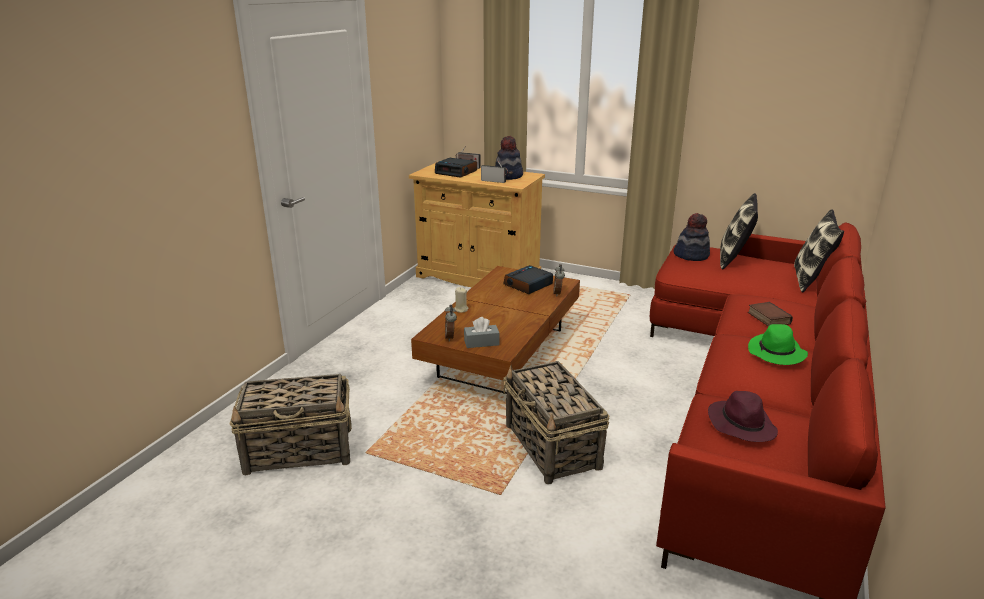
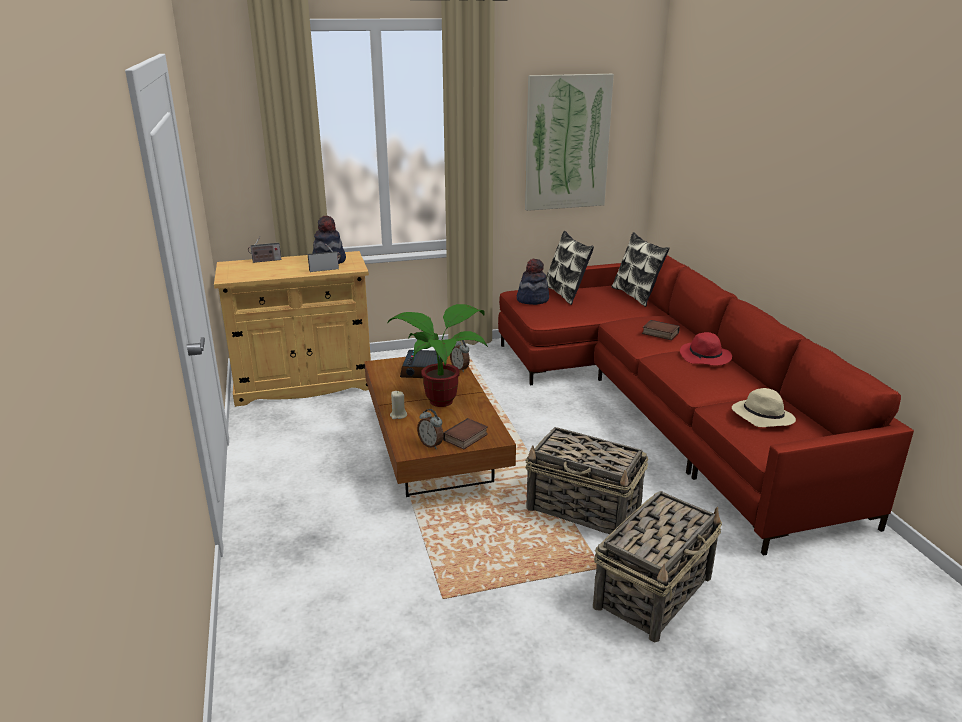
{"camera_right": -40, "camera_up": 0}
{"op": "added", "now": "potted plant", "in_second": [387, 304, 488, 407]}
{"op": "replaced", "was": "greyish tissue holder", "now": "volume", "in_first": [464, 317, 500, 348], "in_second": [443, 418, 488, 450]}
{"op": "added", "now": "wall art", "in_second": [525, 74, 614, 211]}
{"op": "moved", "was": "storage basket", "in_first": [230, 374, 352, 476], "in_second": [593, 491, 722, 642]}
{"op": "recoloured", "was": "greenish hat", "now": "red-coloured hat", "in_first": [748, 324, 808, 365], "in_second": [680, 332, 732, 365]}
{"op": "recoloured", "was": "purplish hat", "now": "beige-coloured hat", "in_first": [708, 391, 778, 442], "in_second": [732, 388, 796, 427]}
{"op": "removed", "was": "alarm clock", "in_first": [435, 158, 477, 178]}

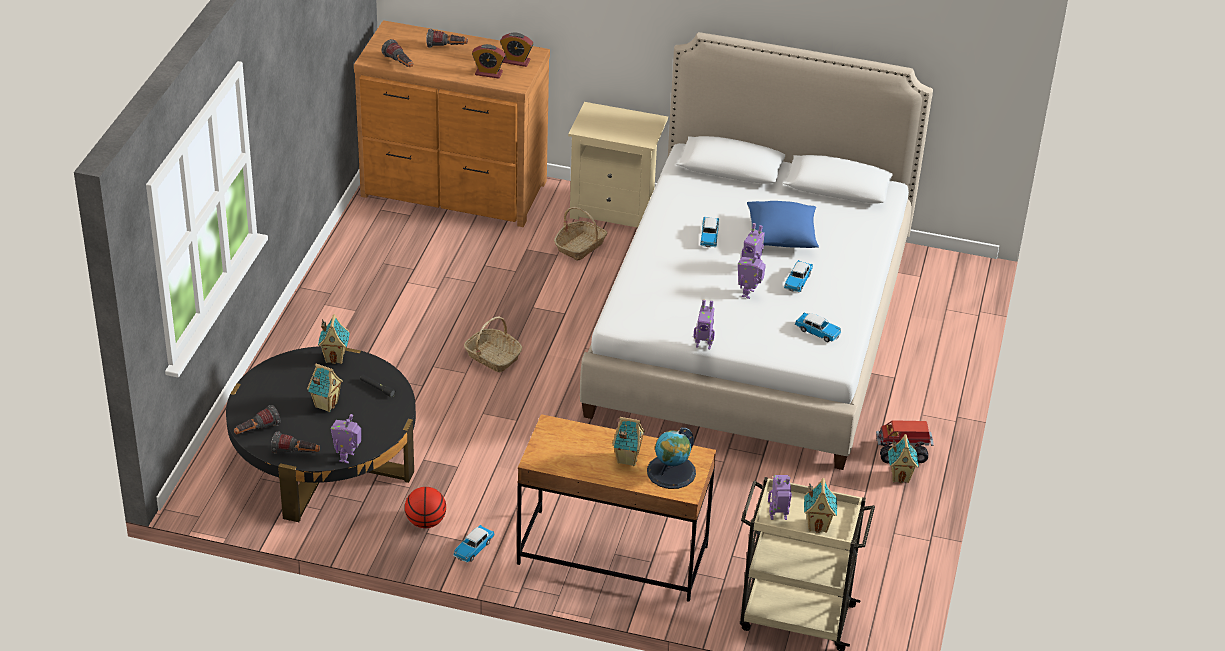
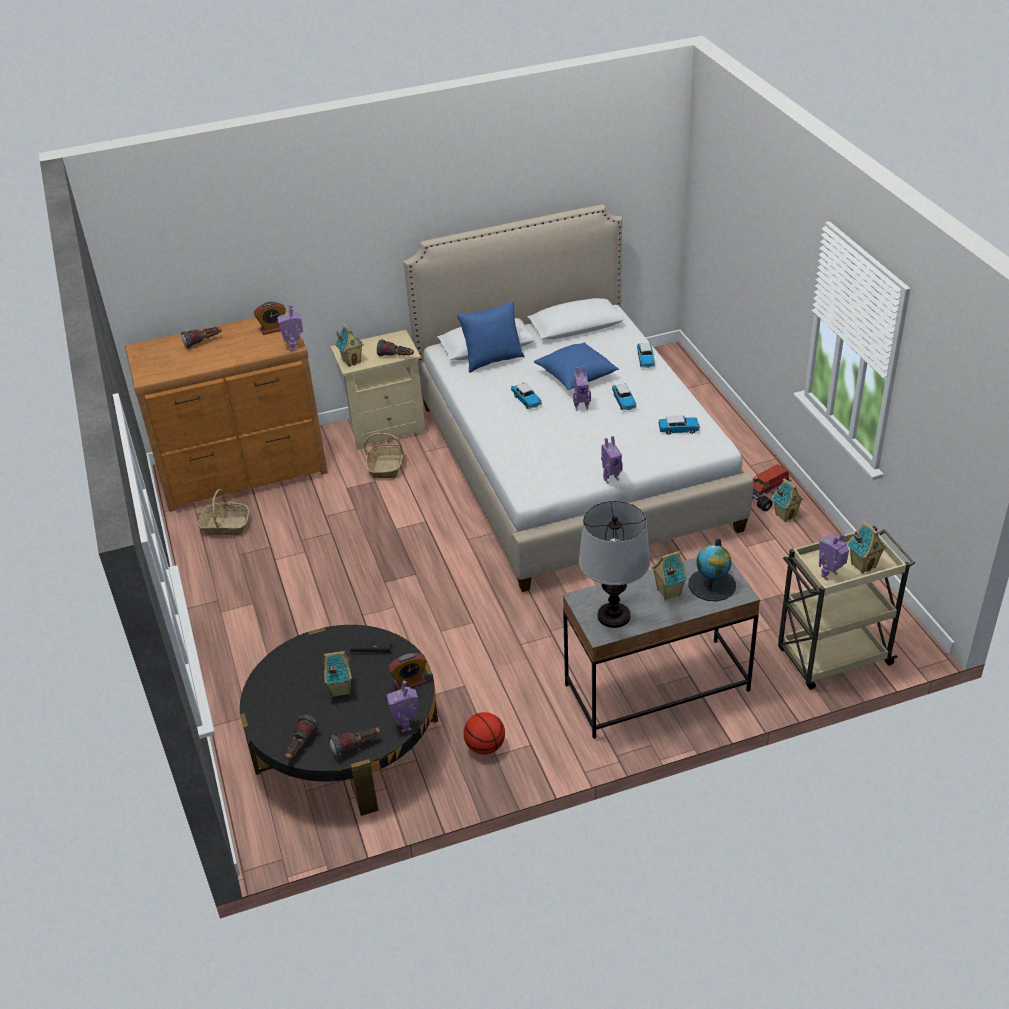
{"camera_right": -30, "camera_up": 0}
{"op": "moved", "was": "storage basket", "in_first": [464, 316, 523, 372], "in_second": [198, 489, 249, 535]}
{"op": "moved", "was": "robot figure", "in_first": [738, 251, 766, 299], "in_second": [277, 305, 303, 351]}
{"op": "moved", "was": "model house", "in_first": [318, 314, 350, 364], "in_second": [335, 324, 364, 367]}
{"op": "moved", "was": "torch", "in_first": [382, 39, 413, 67], "in_second": [377, 339, 414, 357]}
{"op": "moved", "was": "alarm clock", "in_first": [472, 44, 506, 79], "in_second": [388, 653, 427, 690]}
{"op": "added", "now": "bluish pillow", "in_second": [457, 301, 524, 373]}
{"op": "recoloured", "was": "brown-coloured desk", "now": "greyish desk", "in_first": [517, 414, 716, 602], "in_second": [563, 557, 760, 739]}
{"op": "added", "now": "lamp for a table", "in_second": [579, 501, 650, 628]}
{"op": "moved", "was": "model car", "in_first": [453, 525, 494, 563], "in_second": [637, 343, 655, 368]}

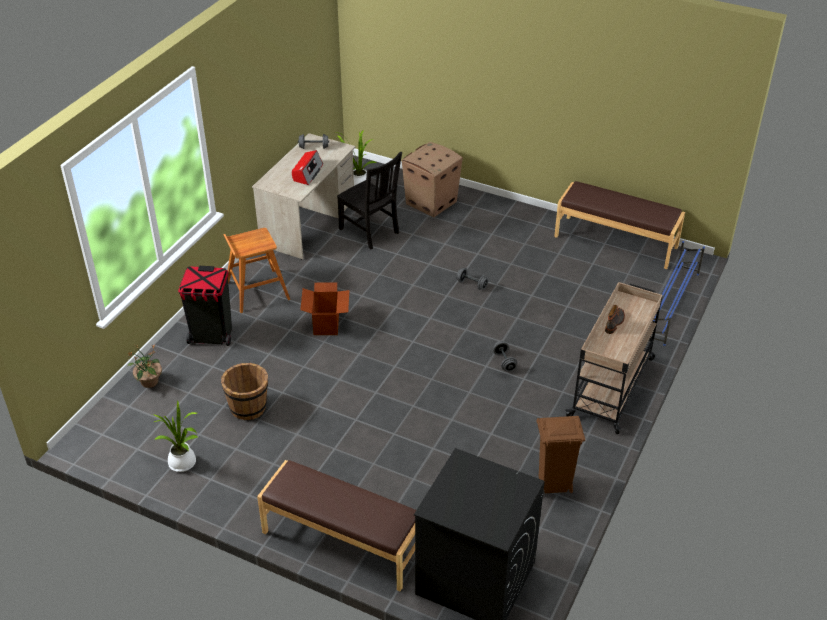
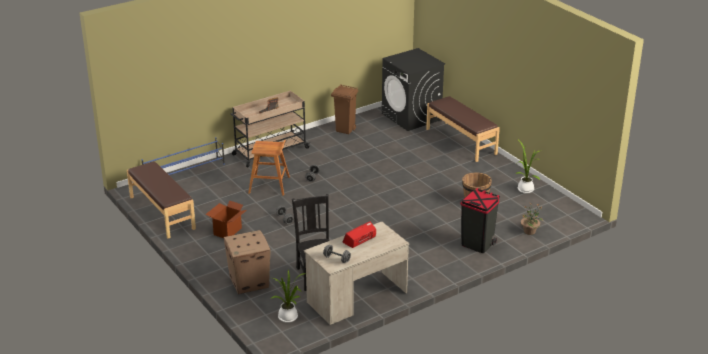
{"camera_right": -150, "camera_up": -10}
{"op": "moved", "was": "cardboard box", "in_first": [300, 282, 349, 335], "in_second": [205, 201, 247, 238]}
{"op": "moved", "was": "brown-coloured stool", "in_first": [223, 228, 290, 313], "in_second": [248, 140, 290, 196]}

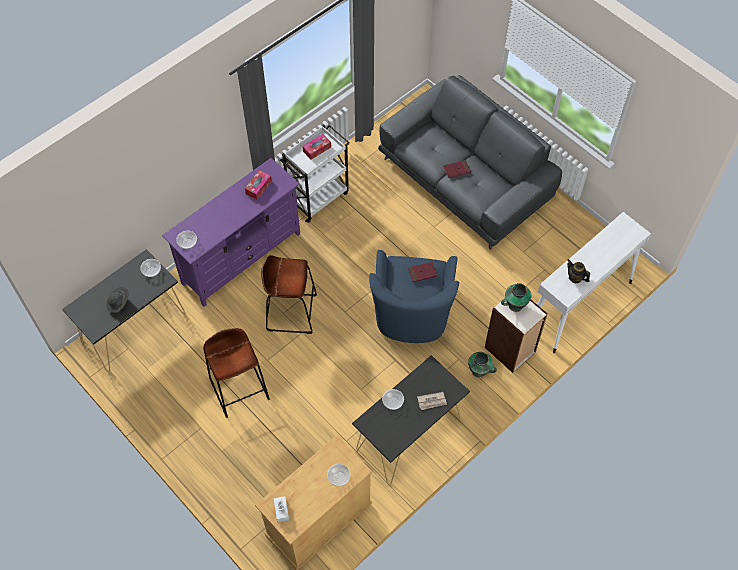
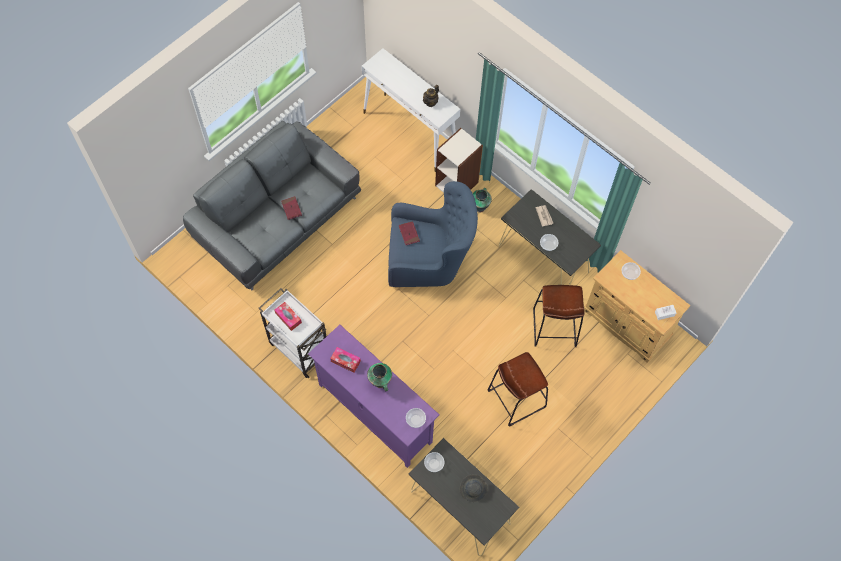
{"camera_right": -95, "camera_up": 5}
{"op": "moved", "was": "decorative vase", "in_first": [501, 283, 531, 312], "in_second": [367, 363, 392, 391]}
{"op": "moved", "was": "brown-coloured stool", "in_first": [261, 255, 317, 334], "in_second": [533, 285, 585, 347]}

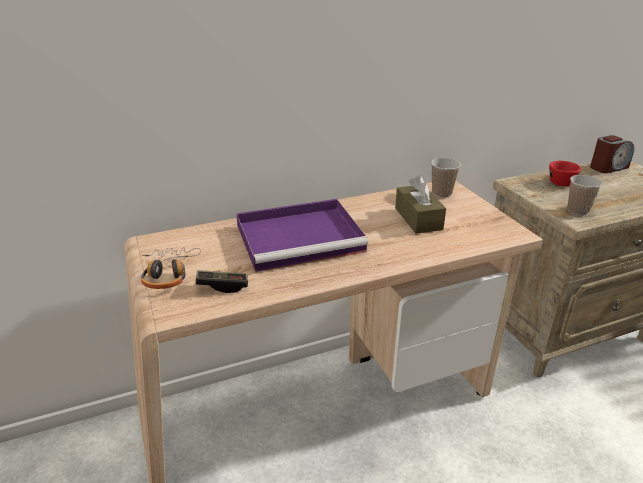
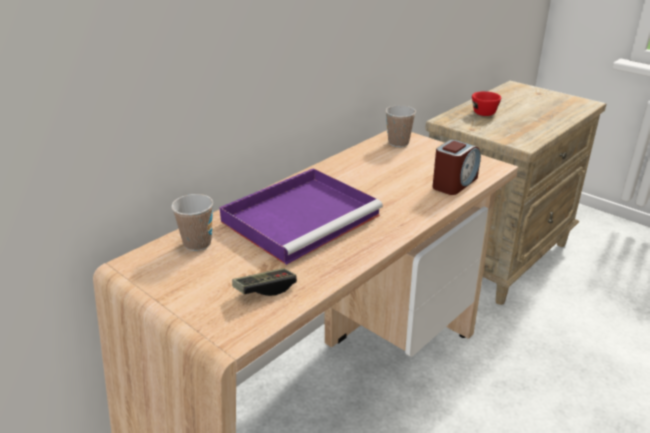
{"camera_right": -25, "camera_up": 0}
{"op": "moved", "was": "small cup", "in_first": [568, 175, 602, 216], "in_second": [171, 194, 213, 251]}
{"op": "moved", "was": "alarm clock", "in_first": [590, 135, 634, 173], "in_second": [433, 139, 481, 195]}
{"op": "removed", "was": "headphones", "in_first": [141, 247, 201, 289]}
{"op": "removed", "was": "brown-coloured tissue holder", "in_first": [395, 175, 446, 234]}

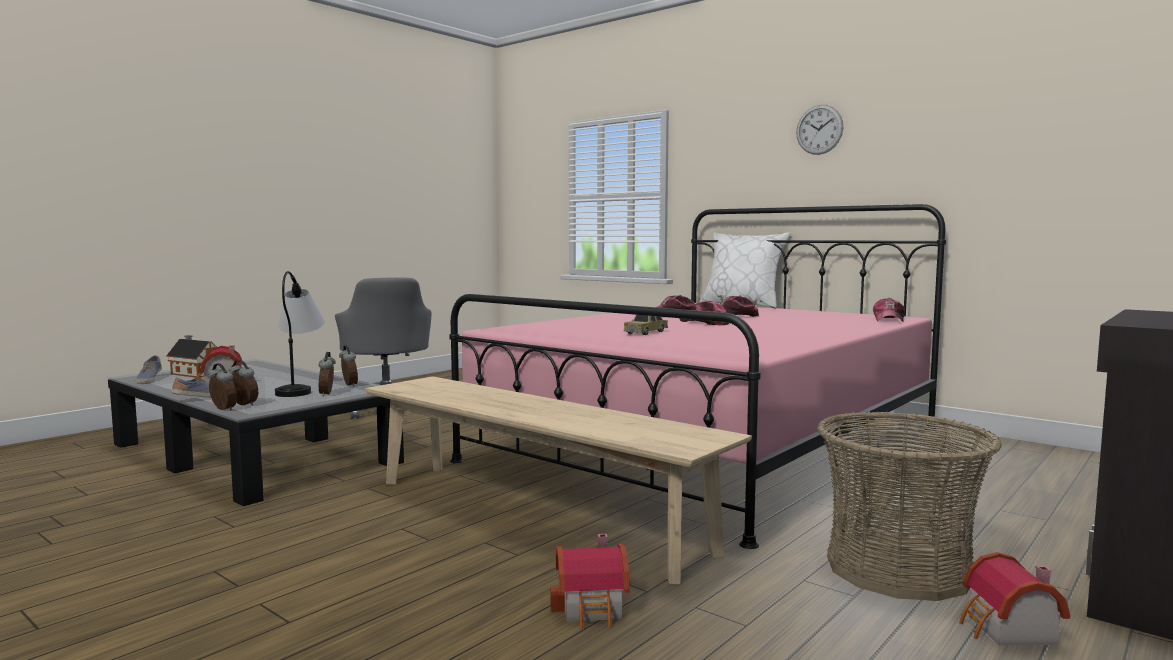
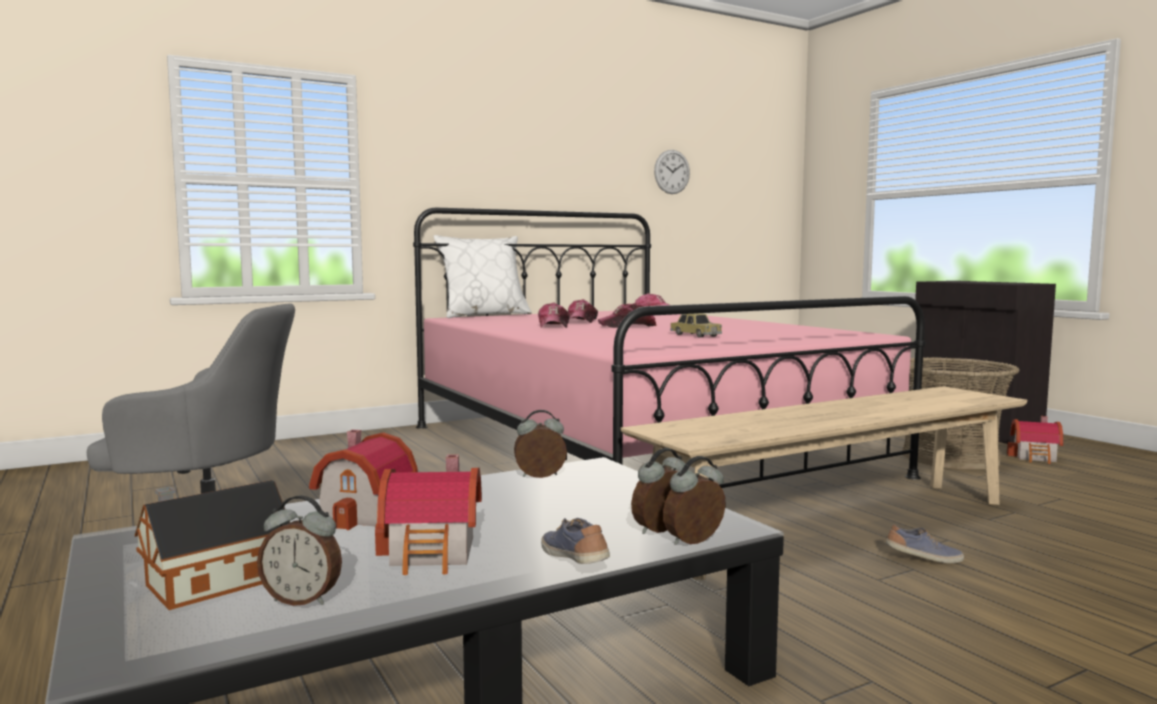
{"camera_right": -70, "camera_up": 0}
{"op": "moved", "was": "alarm clock", "in_first": [319, 352, 336, 396], "in_second": [257, 495, 342, 606]}
{"op": "moved", "was": "model house", "in_first": [550, 534, 630, 630], "in_second": [309, 429, 418, 530]}
{"op": "moved", "was": "hanging clock", "in_first": [796, 105, 843, 155], "in_second": [654, 150, 690, 194]}
{"op": "moved", "was": "low shoe", "in_first": [135, 355, 162, 384], "in_second": [886, 524, 964, 563]}
{"op": "removed", "was": "lamp for a table", "in_first": [275, 271, 325, 397]}

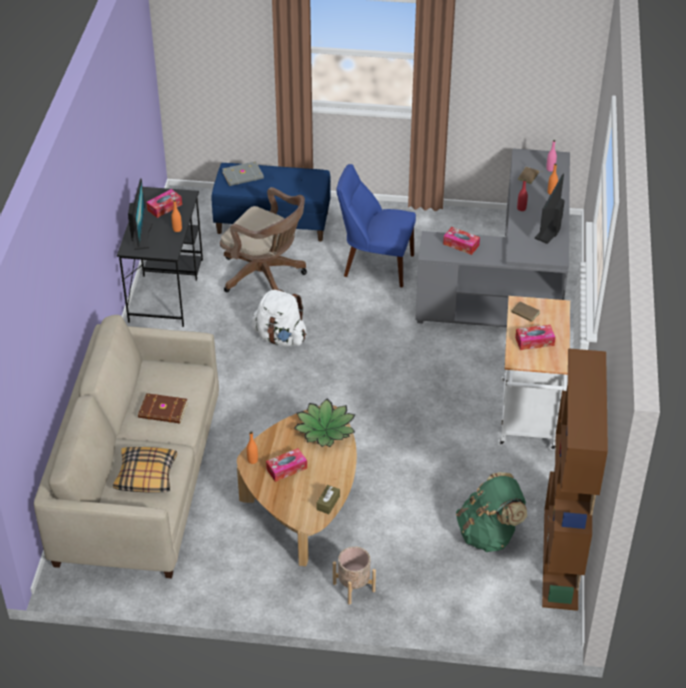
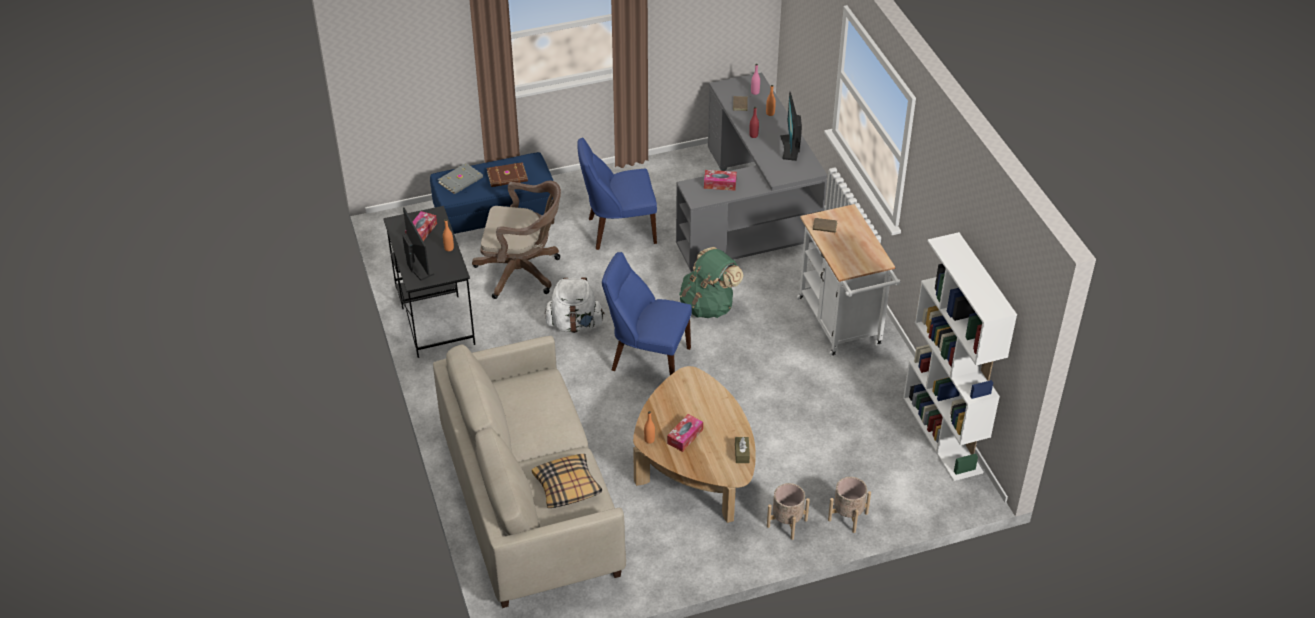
{"camera_right": -25, "camera_up": 0}
{"op": "moved", "was": "brown-coloured volume", "in_first": [138, 393, 188, 423], "in_second": [487, 162, 528, 187]}
{"op": "added", "now": "bluish plain chair", "in_second": [602, 252, 692, 375]}
{"op": "moved", "was": "greenish knapsack", "in_first": [456, 472, 527, 552], "in_second": [679, 247, 743, 318]}
{"op": "added", "now": "beige-coloured planter", "in_second": [828, 477, 871, 533]}
{"op": "recoloured", "was": "brown-coloured bookshelf", "now": "whitish bookshelf", "in_first": [542, 348, 608, 611], "in_second": [903, 232, 1017, 481]}
{"op": "removed", "was": "potted plant", "in_first": [294, 399, 355, 447]}
{"op": "removed", "was": "tissue holder", "in_first": [515, 325, 555, 350]}

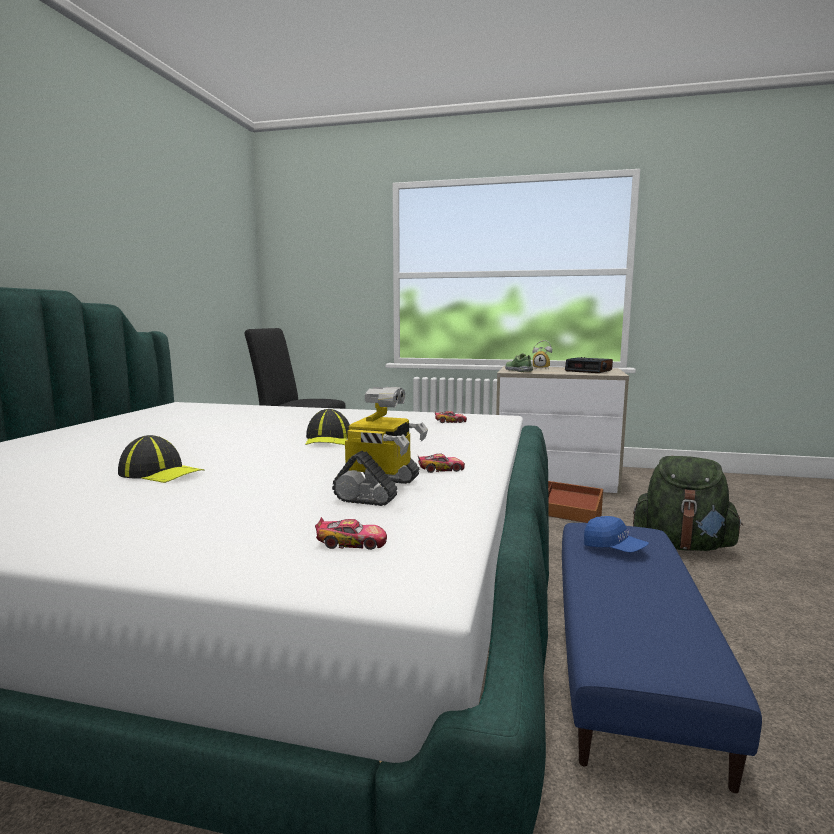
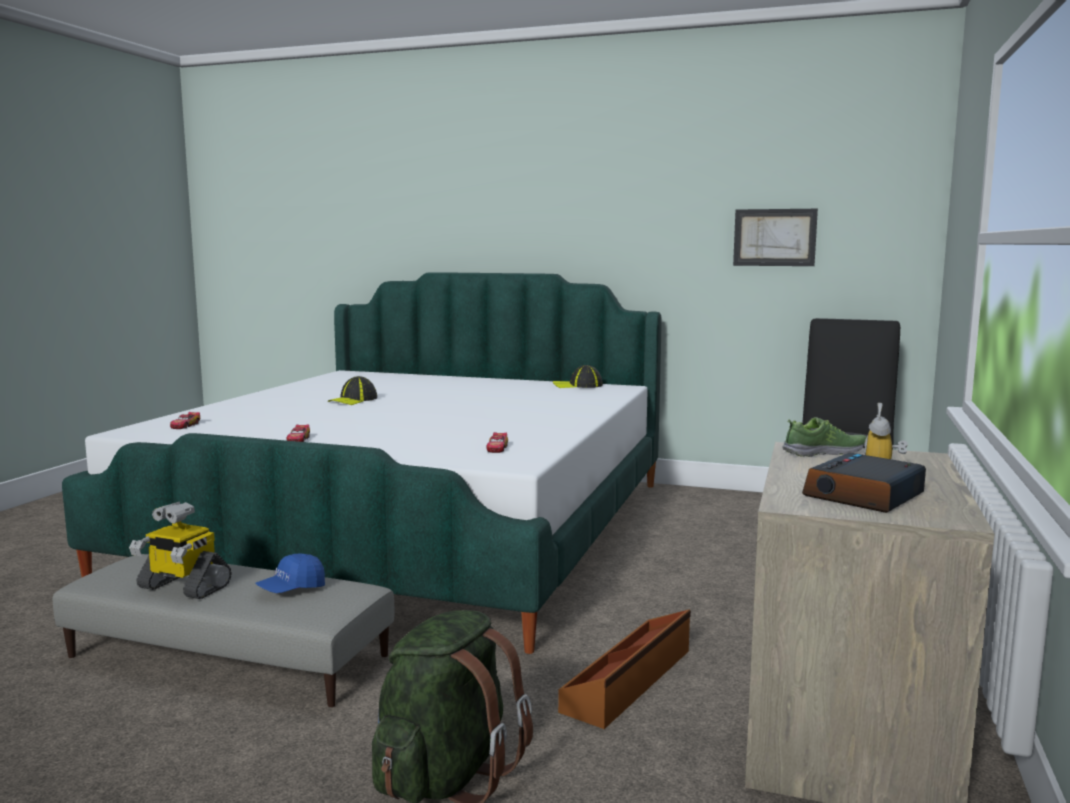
{"camera_right": 95, "camera_up": 0}
{"op": "recoloured", "was": "bluish ottoman", "now": "greyish ottoman", "in_first": [562, 523, 762, 793], "in_second": [53, 554, 394, 707]}
{"op": "moved", "was": "robot figure", "in_first": [332, 387, 428, 506], "in_second": [129, 501, 232, 599]}
{"op": "moved", "was": "peaked cap", "in_first": [305, 409, 350, 445], "in_second": [553, 365, 603, 388]}
{"op": "added", "now": "wall art", "in_second": [733, 209, 818, 266]}

